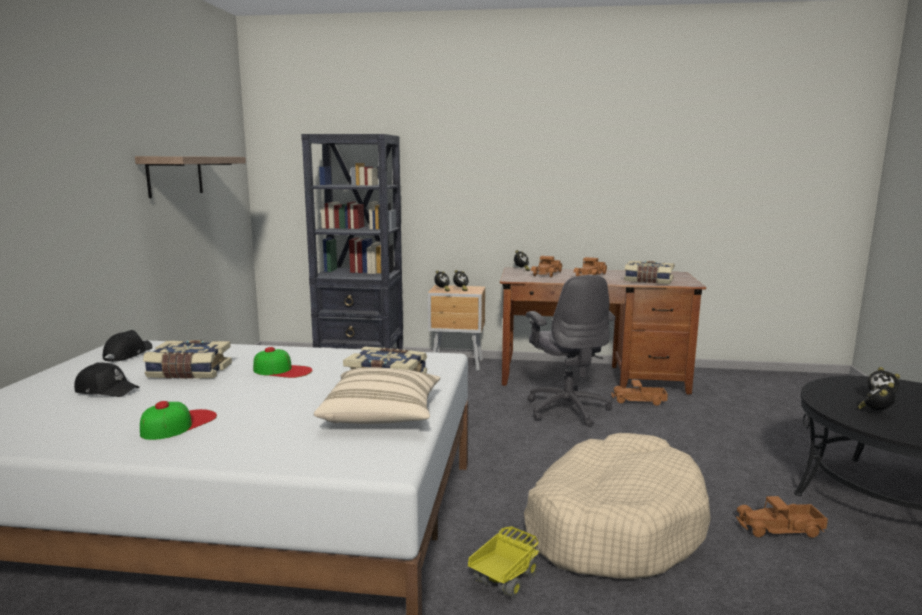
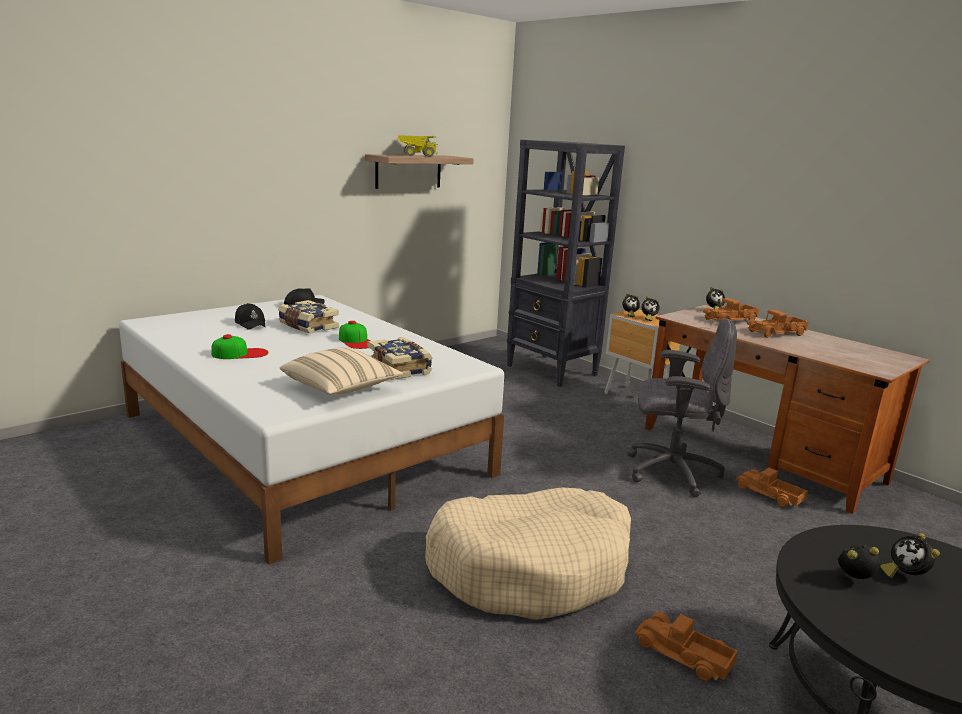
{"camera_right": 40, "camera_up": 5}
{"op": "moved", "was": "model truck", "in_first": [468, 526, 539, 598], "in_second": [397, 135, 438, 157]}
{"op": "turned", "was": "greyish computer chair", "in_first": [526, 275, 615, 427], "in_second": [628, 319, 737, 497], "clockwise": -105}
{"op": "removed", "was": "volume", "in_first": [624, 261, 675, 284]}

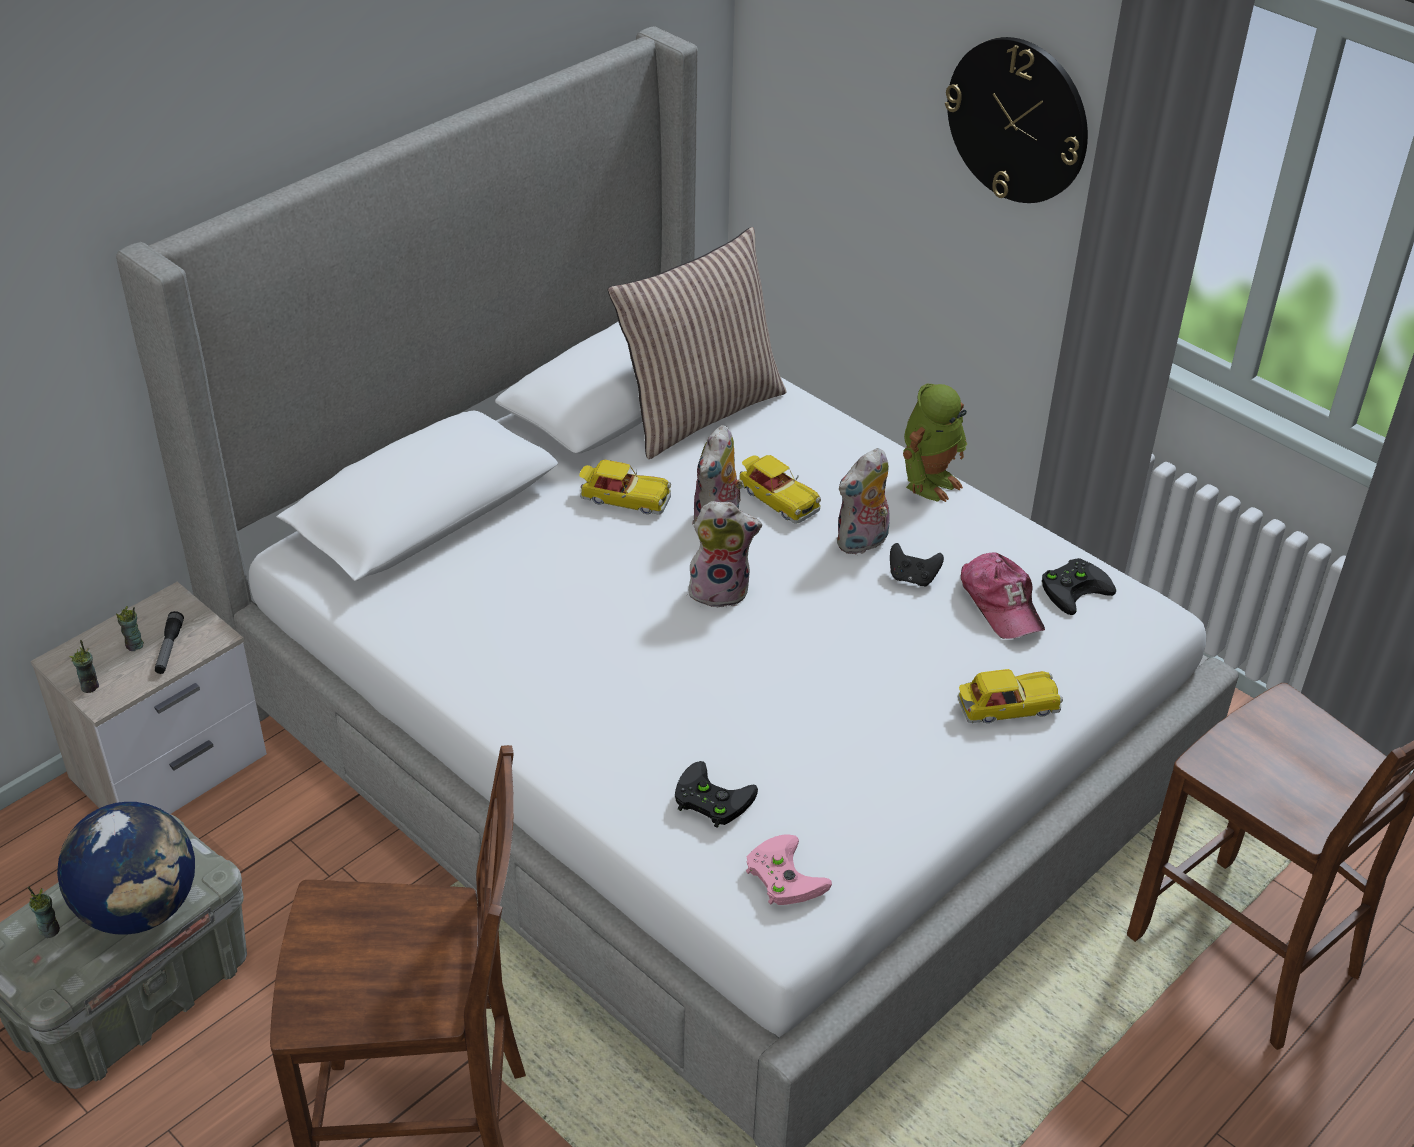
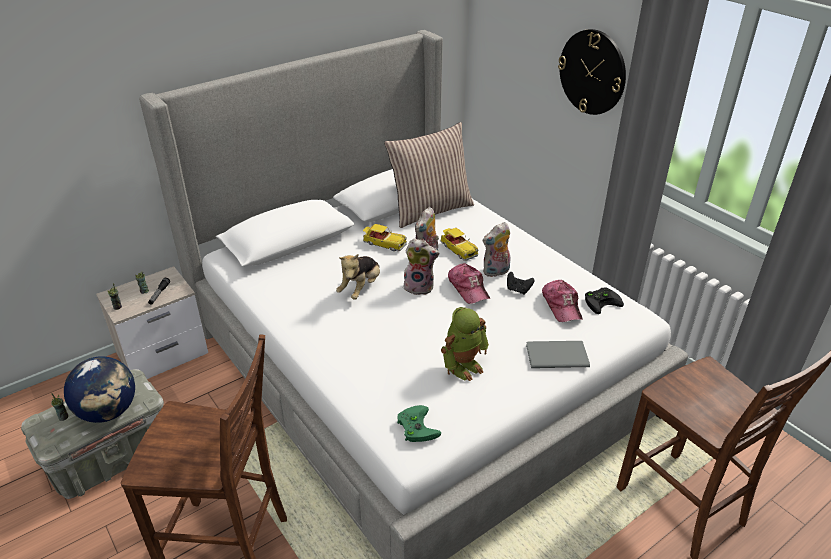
{"camera_right": 10, "camera_up": -5}
{"op": "added", "now": "soft toy", "in_second": [336, 254, 380, 300]}
{"op": "recoloured", "was": "pink-coloured gamepad", "now": "greenish gamepad", "in_first": [746, 834, 832, 905], "in_second": [397, 405, 441, 442]}
{"op": "moved", "was": "robot figure", "in_first": [903, 384, 967, 502], "in_second": [441, 307, 489, 381]}
{"op": "added", "now": "peaked cap", "in_second": [448, 263, 490, 304]}
{"op": "replaced", "was": "model car", "now": "greyish volume", "in_first": [958, 669, 1063, 723], "in_second": [526, 341, 590, 368]}
{"op": "removed", "was": "blackish gamepad", "in_first": [675, 761, 758, 828]}

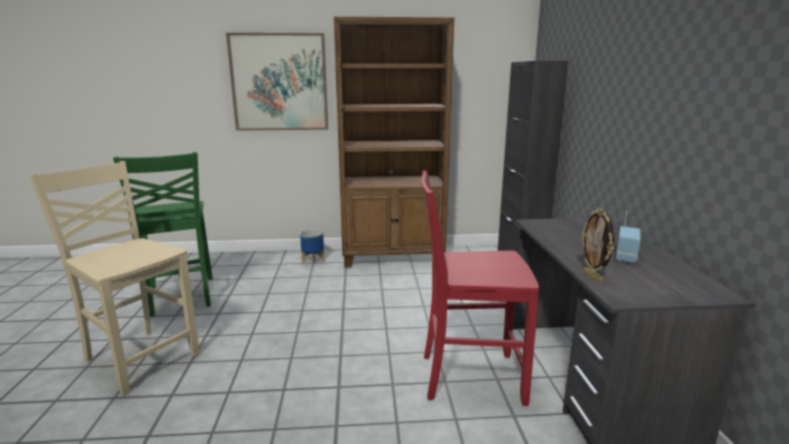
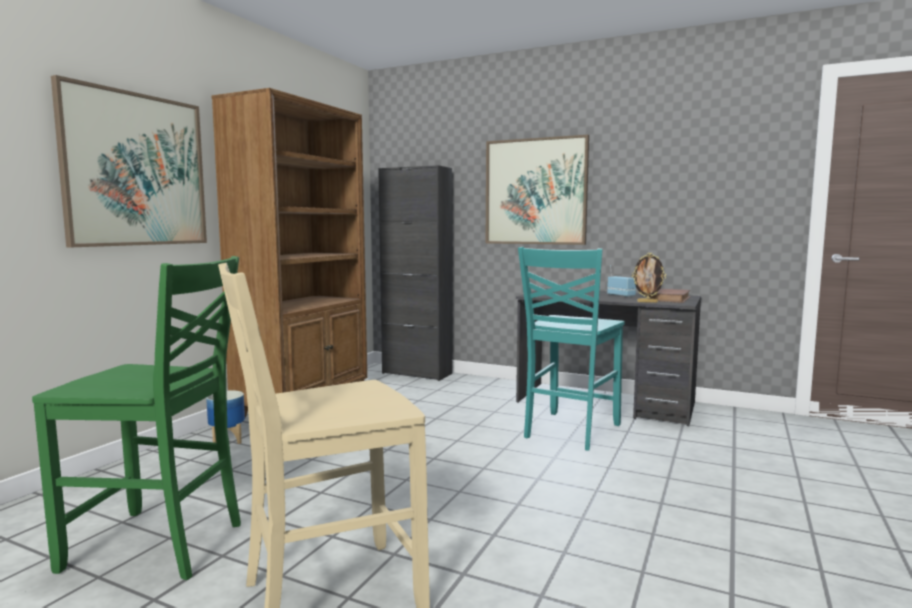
{"camera_right": -60, "camera_up": -10}
{"op": "added", "now": "wall art", "in_second": [485, 135, 589, 245]}
{"op": "recoloured", "was": "red-coloured plain chair", "now": "turquoise-coloured plain chair", "in_first": [422, 170, 539, 406], "in_second": [518, 247, 625, 451]}
{"op": "added", "now": "brown-coloured volume", "in_second": [649, 289, 691, 303]}

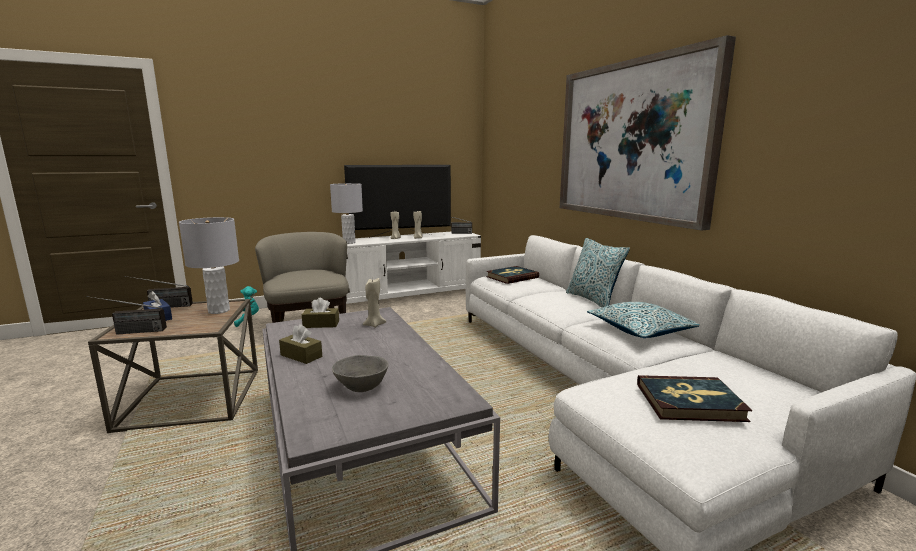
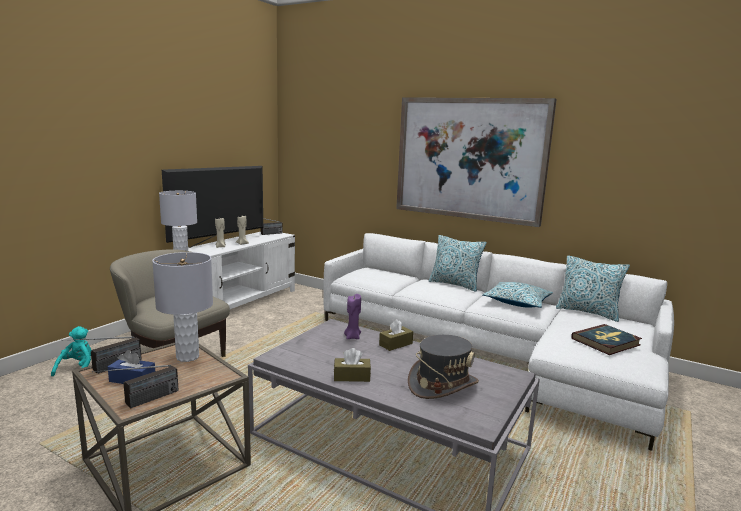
{"camera_right": -35, "camera_up": 0}
{"op": "recoloured", "was": "beige-coloured wax light", "now": "purplish wax light", "in_first": [363, 278, 386, 328], "in_second": [344, 294, 361, 339]}
{"op": "moved", "was": "brown-coloured tissue holder", "in_first": [302, 298, 339, 328], "in_second": [379, 319, 413, 351]}
{"op": "replaced", "was": "greyish deep dish", "now": "greyish hat", "in_first": [332, 355, 389, 392], "in_second": [408, 335, 479, 399]}
{"op": "added", "now": "pillow", "in_second": [556, 256, 630, 322]}
{"op": "removed", "was": "volume", "in_first": [486, 266, 539, 284]}

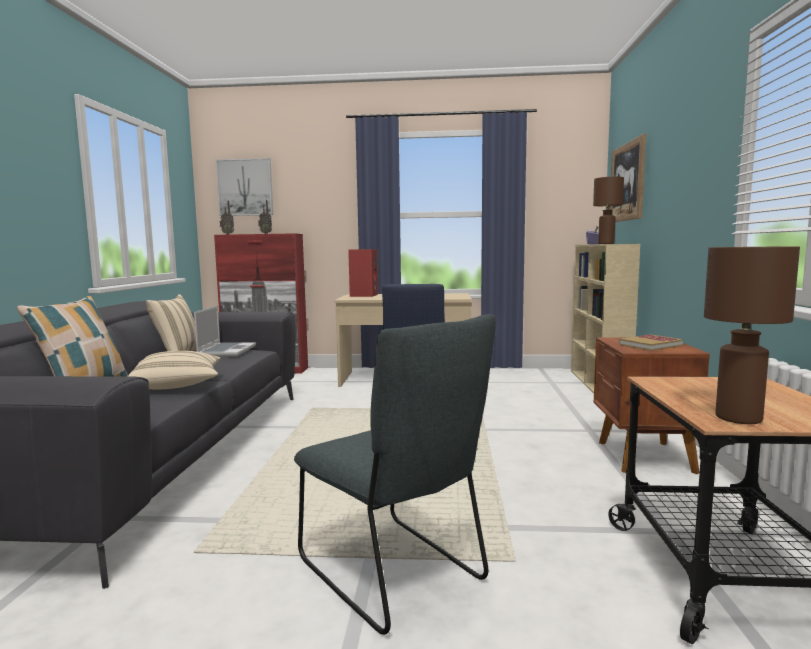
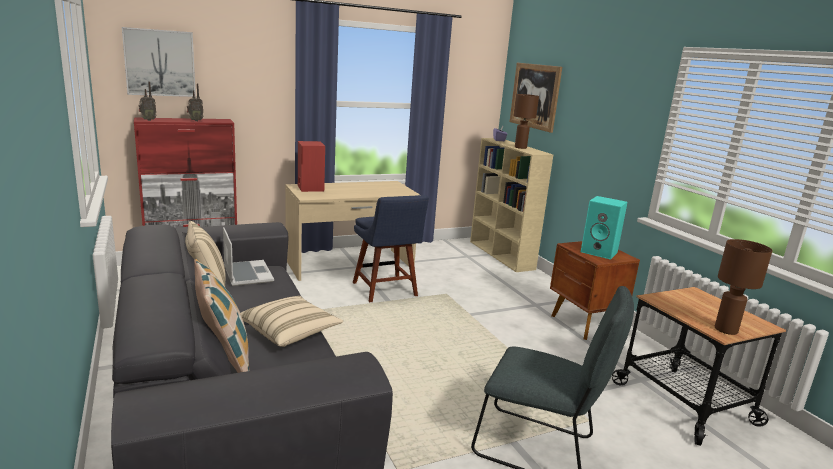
{"camera_right": -30, "camera_up": 10}
{"op": "replaced", "was": "volume", "now": "turquoise-coloured audio speaker", "in_first": [619, 334, 683, 351], "in_second": [581, 196, 627, 260]}

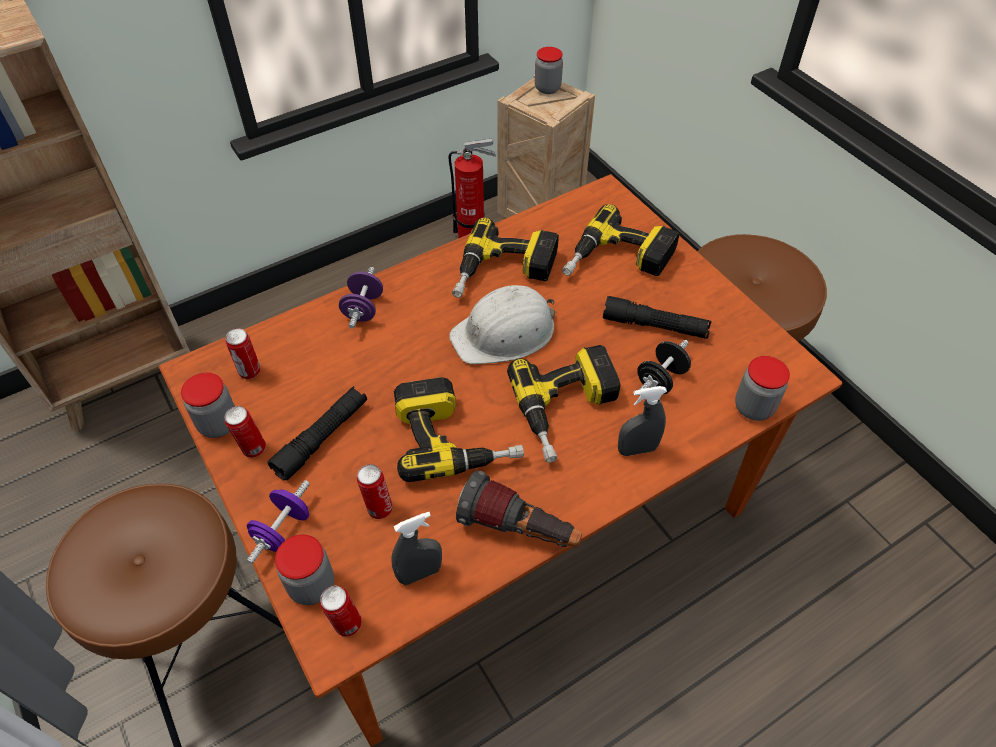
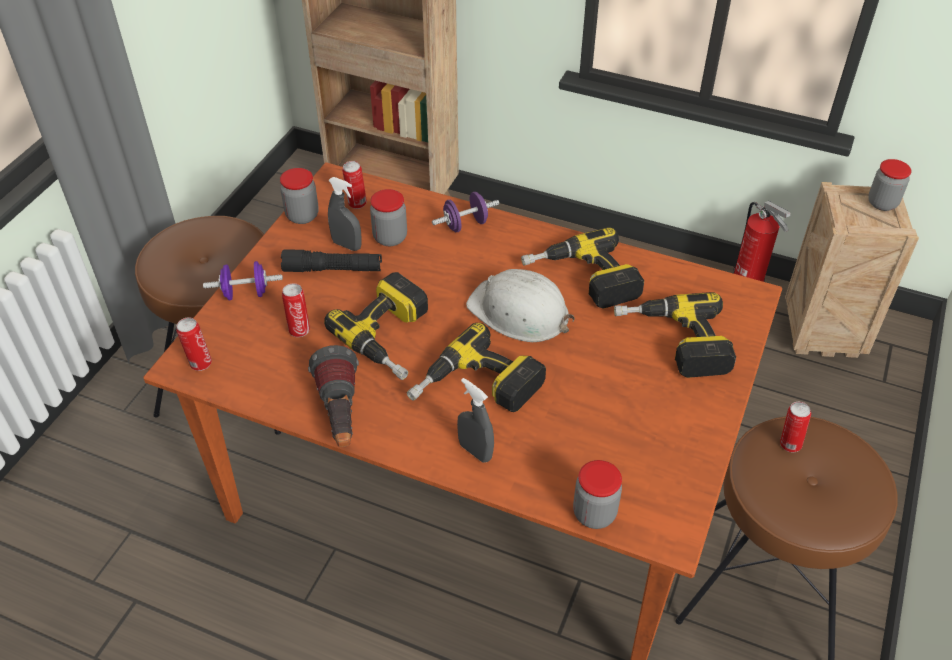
{"camera_right": 55, "camera_up": -5}
{"op": "moved", "was": "greyish sprayer", "in_first": [391, 512, 442, 585], "in_second": [328, 177, 362, 251]}
{"op": "moved", "was": "preserve jar", "in_first": [275, 534, 334, 605], "in_second": [370, 189, 407, 246]}
{"op": "moved", "was": "metal can", "in_first": [225, 406, 266, 458], "in_second": [780, 402, 811, 453]}
{"op": "removed", "was": "blackish torch", "in_first": [603, 296, 712, 339]}
{"op": "removed", "was": "blackish hand weight", "in_first": [637, 340, 691, 396]}

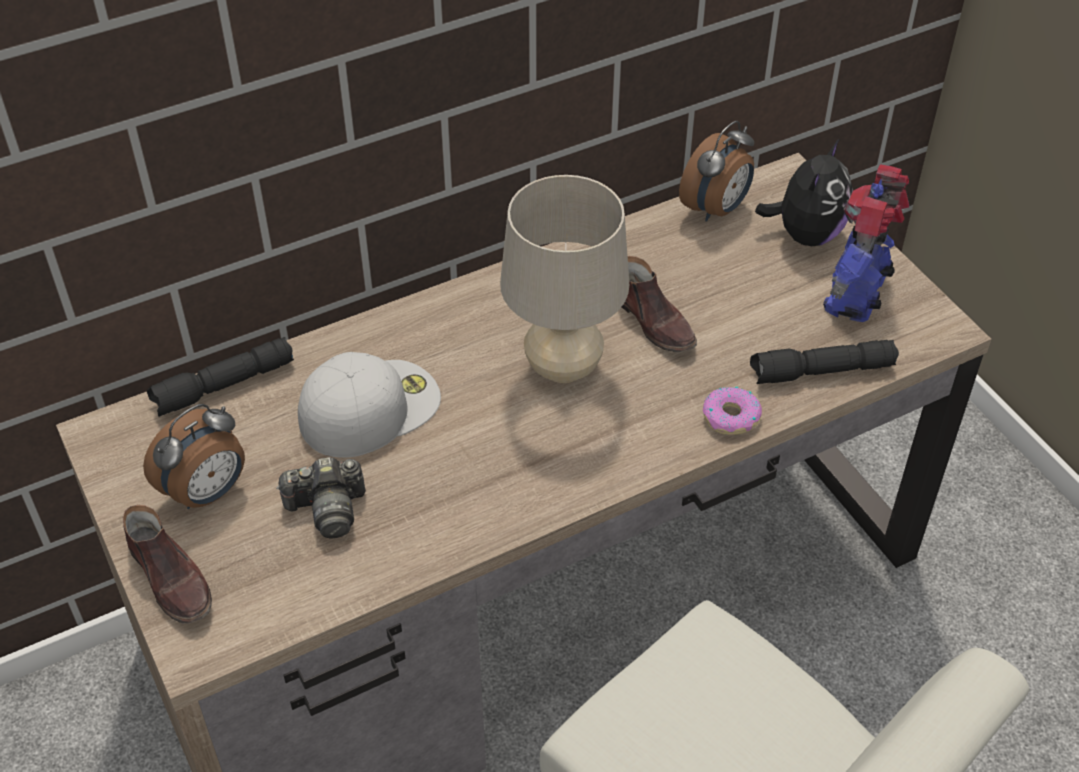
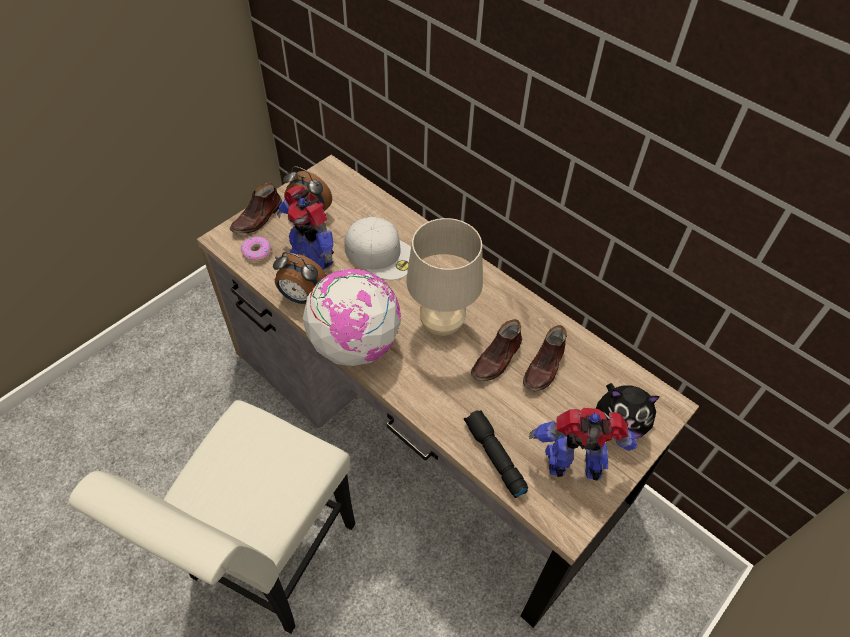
{"camera_right": 70, "camera_up": 5}
{"op": "moved", "was": "doughnut", "in_first": [703, 387, 762, 435], "in_second": [241, 237, 271, 262]}
{"op": "moved", "was": "alarm clock", "in_first": [679, 121, 754, 222], "in_second": [273, 252, 327, 304]}
{"op": "replaced", "was": "photo camera", "now": "robot figure", "in_first": [276, 457, 366, 539], "in_second": [277, 185, 334, 269]}
{"op": "added", "now": "world globe", "in_second": [303, 269, 401, 366]}
{"op": "added", "now": "brown-coloured low shoe", "in_second": [523, 325, 567, 391]}
{"op": "removed", "was": "blackish torch", "in_first": [147, 337, 294, 417]}

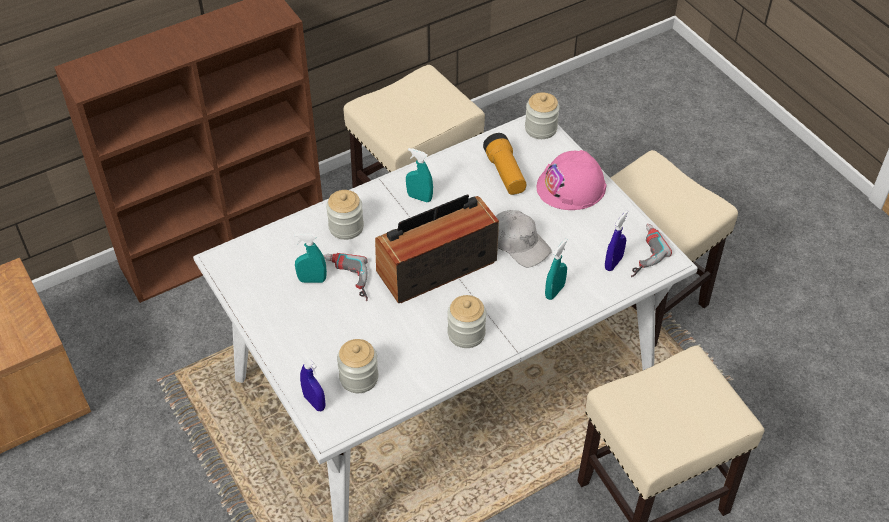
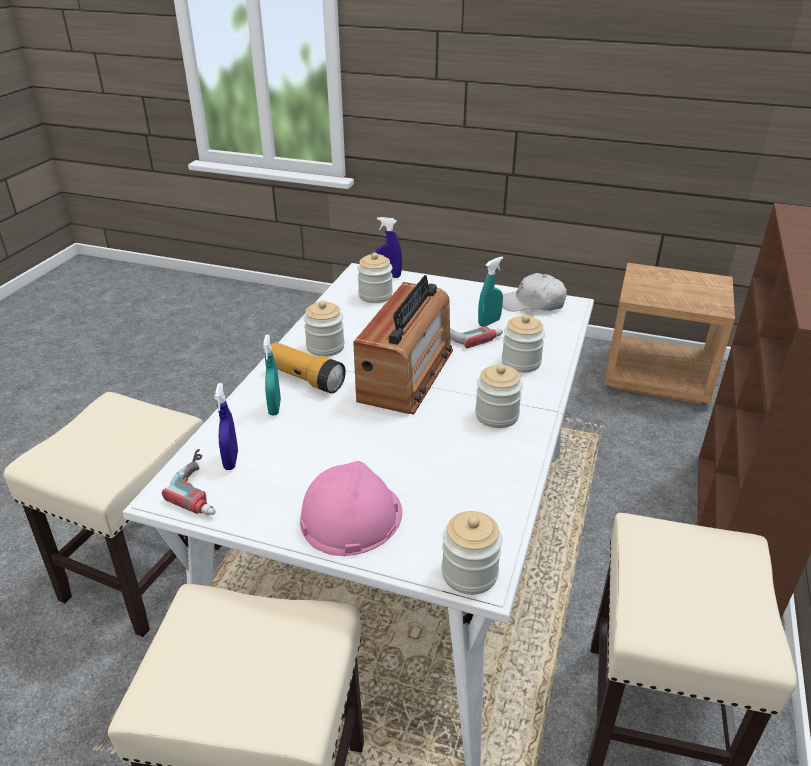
{"camera_right": 140, "camera_up": -15}
{"op": "moved", "was": "torch", "in_first": [483, 133, 526, 195], "in_second": [271, 342, 346, 393]}
{"op": "replaced", "was": "turquoise-coloured sprayer", "now": "preserve jar", "in_first": [406, 148, 433, 202], "in_second": [475, 365, 523, 428]}
{"op": "moved", "was": "whitish peaked cap", "in_first": [496, 210, 552, 267], "in_second": [502, 273, 567, 312]}

